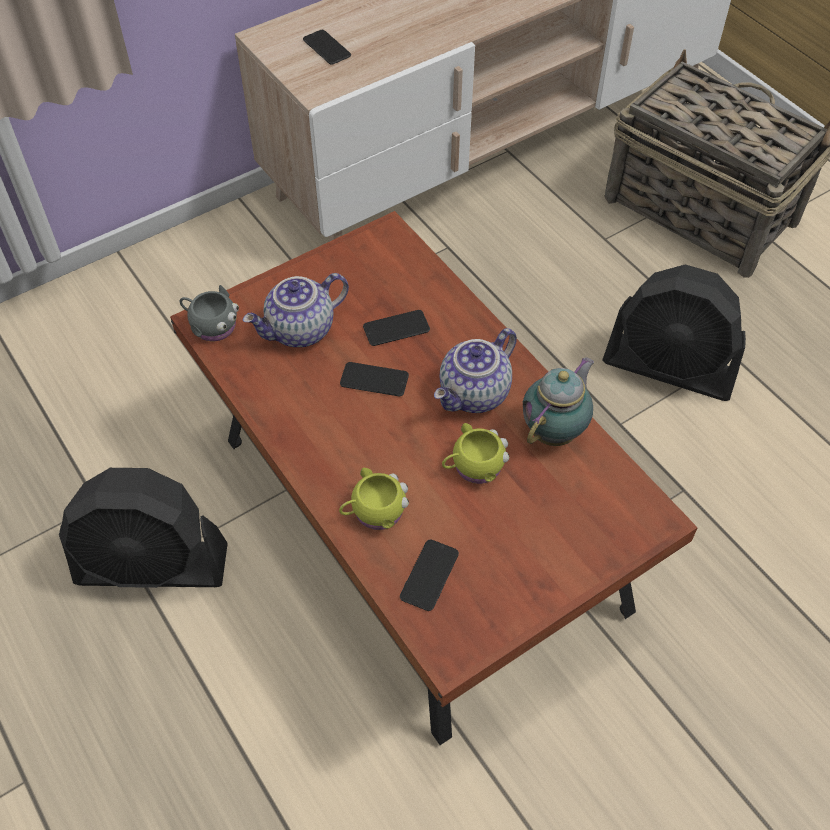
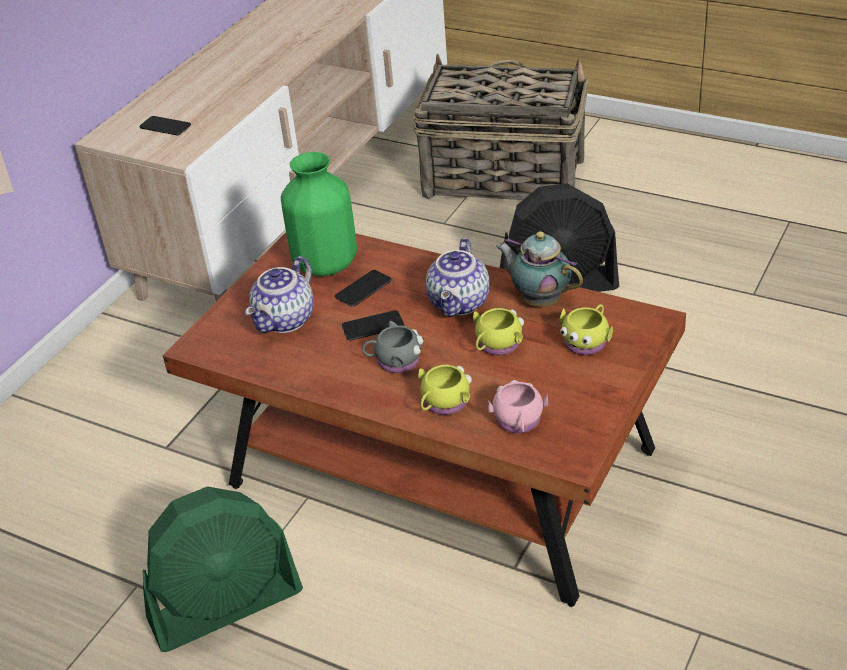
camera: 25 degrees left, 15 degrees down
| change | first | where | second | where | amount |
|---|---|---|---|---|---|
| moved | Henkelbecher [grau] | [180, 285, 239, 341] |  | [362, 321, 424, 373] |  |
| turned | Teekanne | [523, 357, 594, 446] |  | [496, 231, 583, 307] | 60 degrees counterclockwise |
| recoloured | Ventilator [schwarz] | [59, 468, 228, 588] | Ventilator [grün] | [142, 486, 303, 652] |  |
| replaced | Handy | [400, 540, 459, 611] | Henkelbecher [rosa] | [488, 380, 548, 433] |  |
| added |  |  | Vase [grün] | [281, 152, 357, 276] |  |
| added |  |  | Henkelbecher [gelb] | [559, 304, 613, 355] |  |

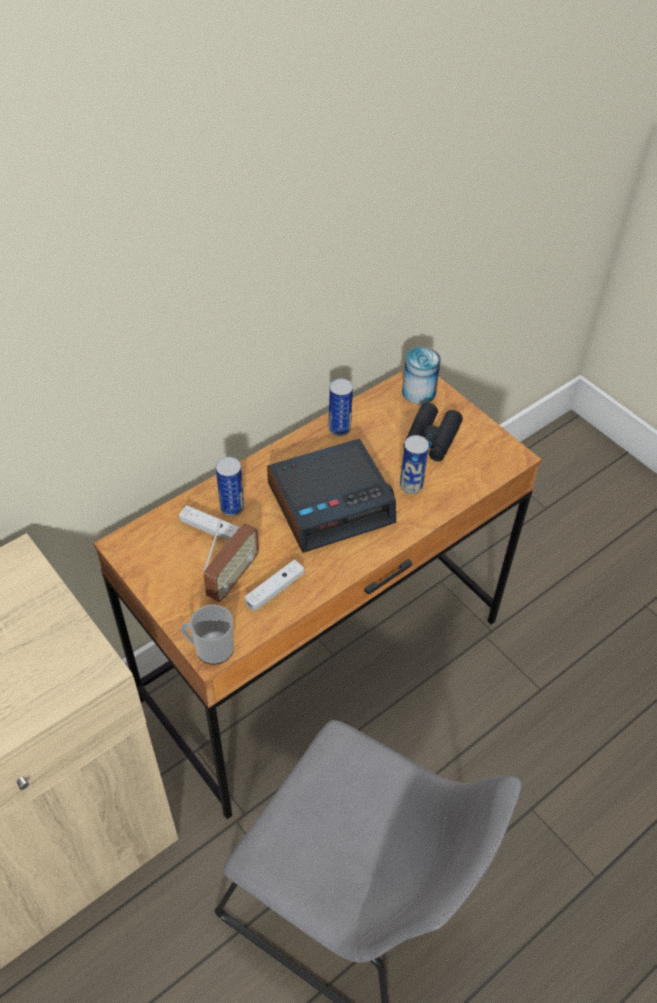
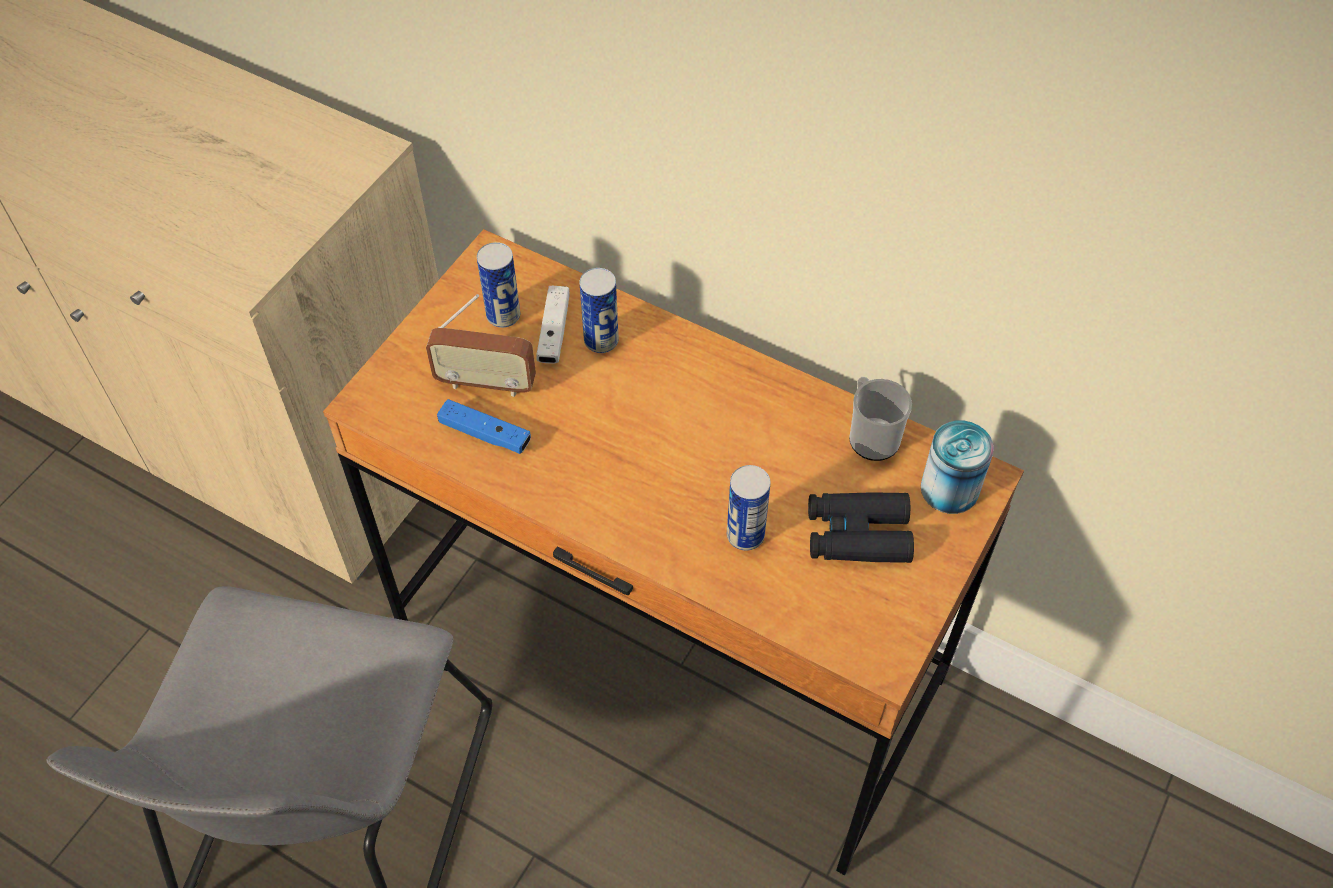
camera: 70 degrees right, 5 degrees up
| change | first | where | second | where | amount |
|---|---|---|---|---|---|
| moved | Dose | [328, 378, 353, 436] |  | [477, 242, 520, 328] |  |
| removed | Wecker | [267, 438, 396, 553] |  |  |  |
| recoloured | Gamepad [weiß] | [244, 560, 305, 611] | Gamepad [blau] | [437, 399, 531, 454] |  |
| moved | Henkelbecher | [180, 604, 234, 665] |  | [849, 376, 912, 461] |  |

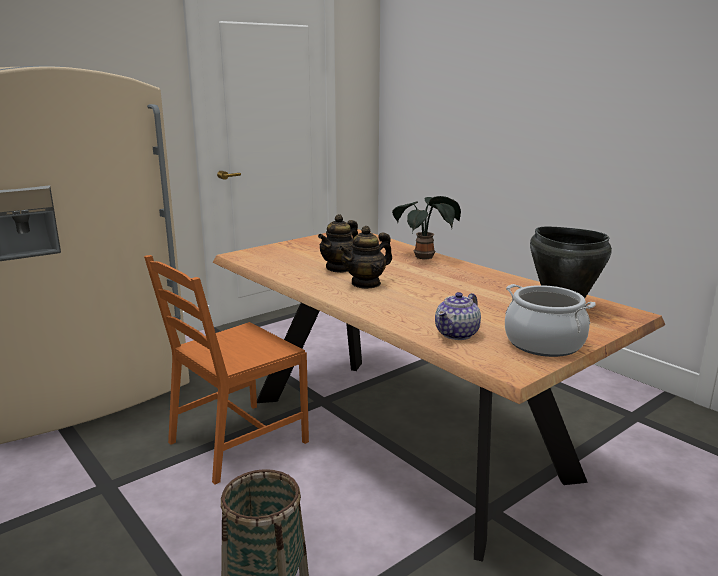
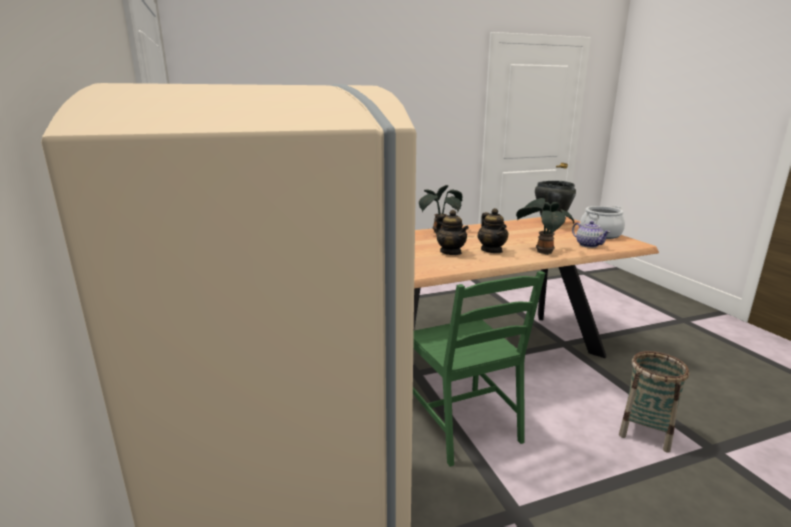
camera: 70 degrees left, 0 degrees up
| change | first | where | second | where | amount |
|---|---|---|---|---|---|
| recoloured | Stuhl [orange] | [144, 255, 309, 484] | Stuhl [grün] | [413, 271, 545, 467] |  |
| added |  |  | Topfpflanze | [516, 198, 575, 255] |  |

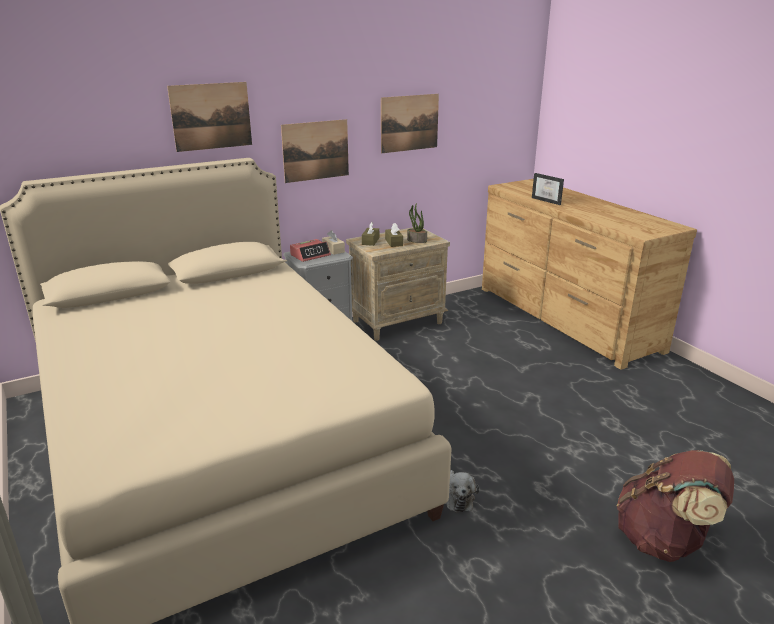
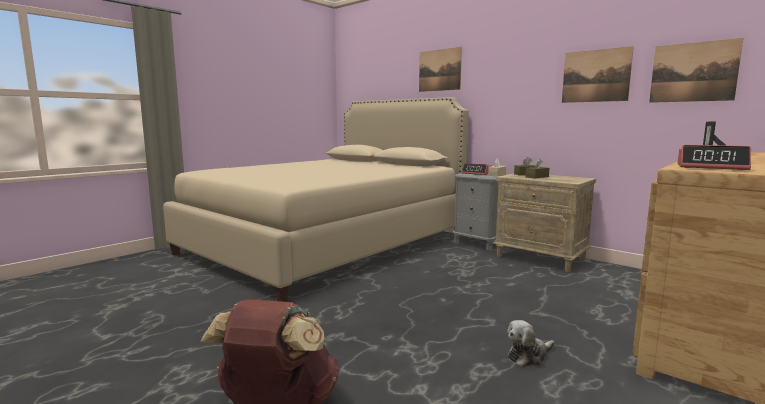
camera: 70 degrees right, 15 degrees down
| change | first | where | second | where | amount |
|---|---|---|---|---|---|
| moved | Bild | [281, 119, 349, 183] |  | [649, 38, 743, 103] |  |
| removed | Topfpflanze | [407, 203, 427, 243] |  |  |  |
| moved | Plüschtier | [445, 470, 479, 512] |  | [507, 320, 555, 367] |  |
| added |  |  | Wecker | [677, 145, 751, 170] |  |

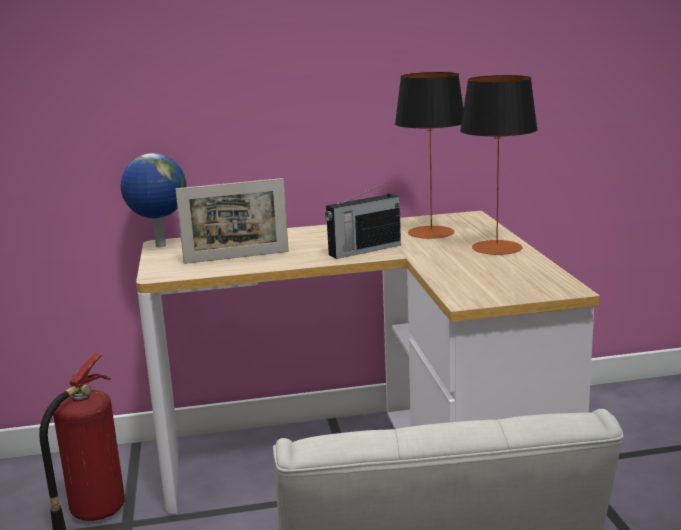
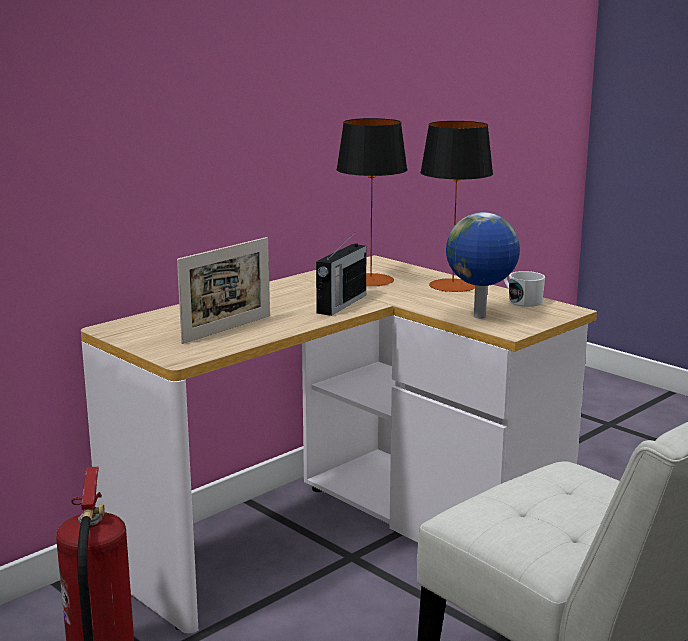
camera: 35 degrees left, 0 degrees up
| change | first | where | second | where | amount |
|---|---|---|---|---|---|
| moved | Globus | [121, 153, 186, 247] |  | [446, 212, 520, 319] |  |
| added |  |  | Henkelbecher [weiß] | [504, 271, 545, 307] |  |

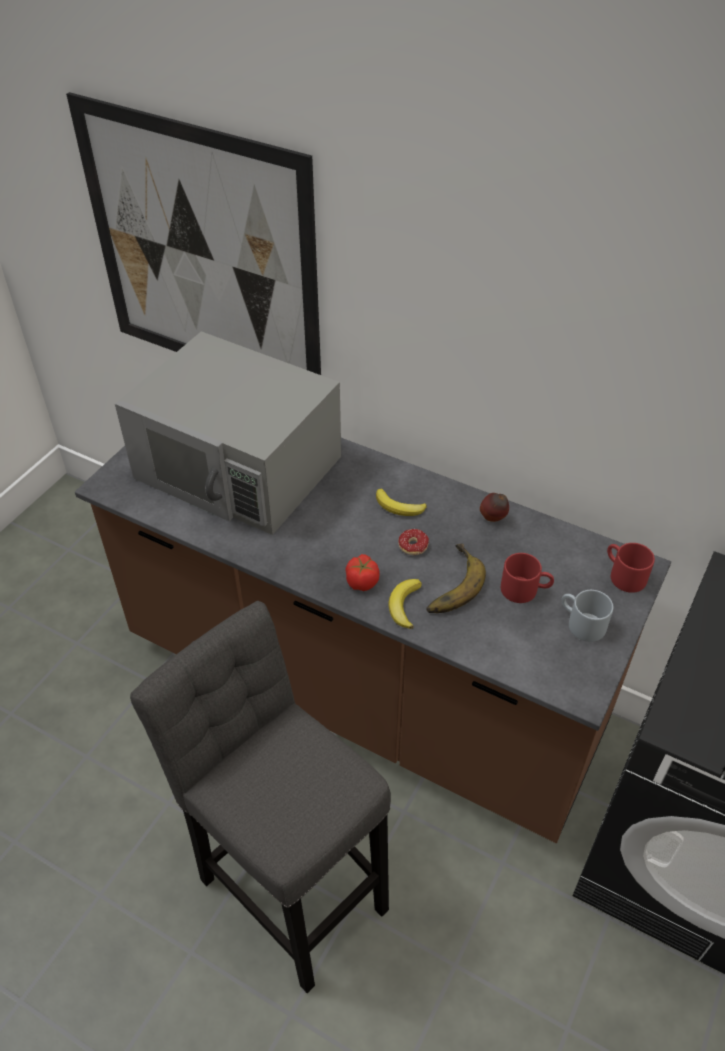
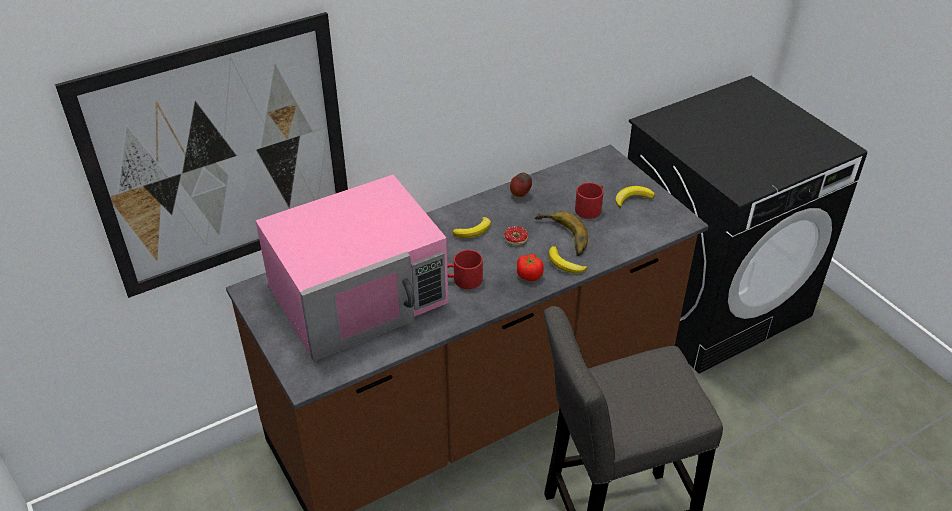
camera: 60 degrees left, 5 degrees down
| change | first | where | second | where | amount |
|---|---|---|---|---|---|
| recoloured | Mikrowelle [grau] | [115, 331, 341, 535] | Mikrowelle [rosa] | [255, 175, 448, 361] |  |
| moved | Henkelbecher [rot] | [607, 543, 655, 593] |  | [447, 250, 483, 289] |  |
| replaced | Henkelbecher [grau] | [561, 590, 613, 642] | Banane | [615, 186, 655, 208] |  |

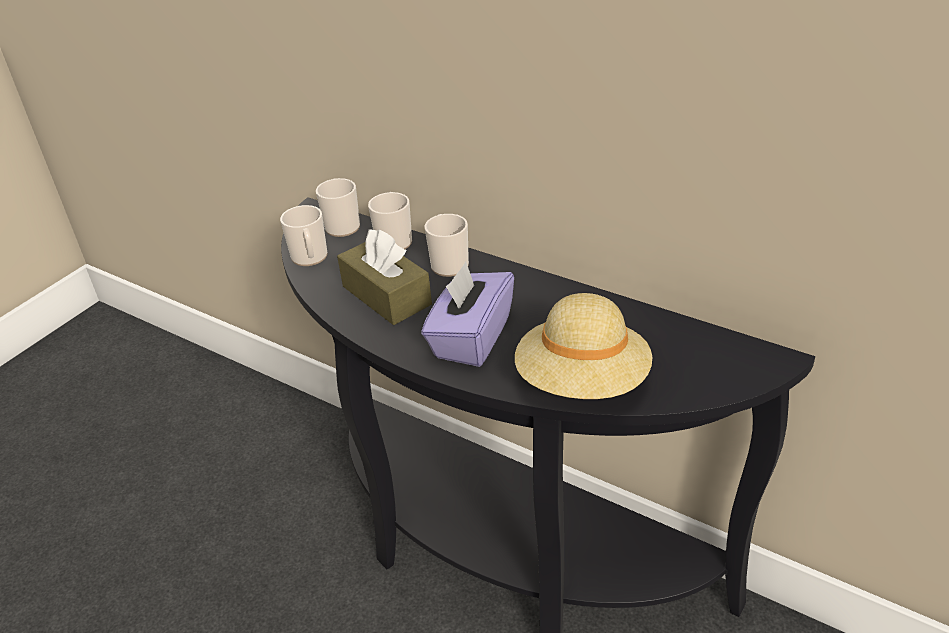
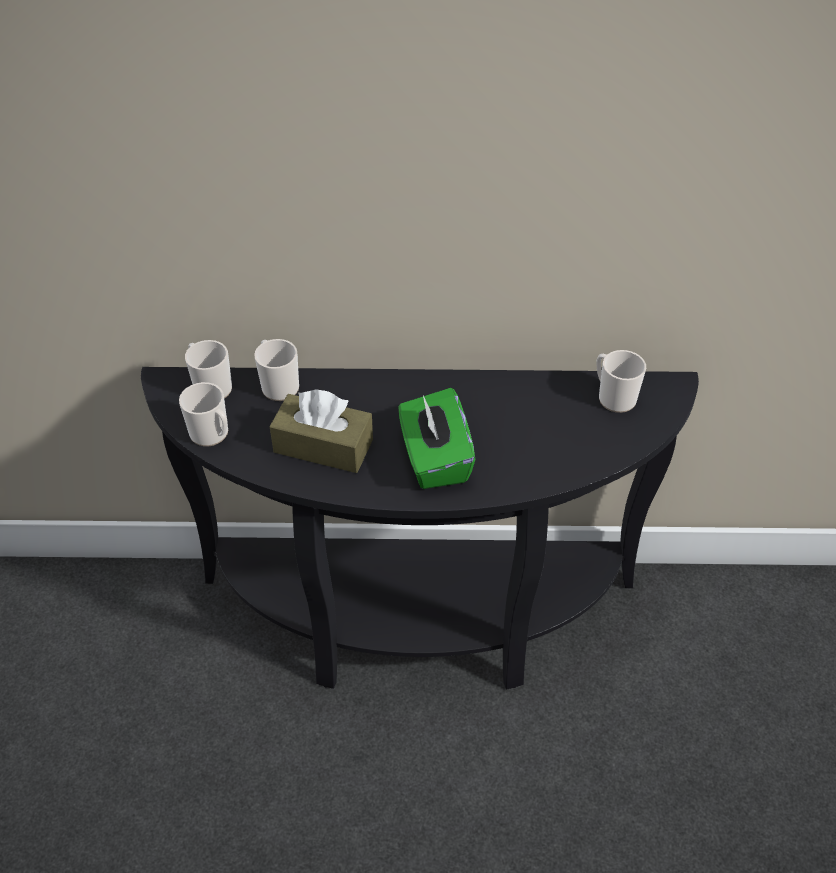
camera: 35 degrees left, 10 degrees up
| change | first | where | second | where | amount |
|---|---|---|---|---|---|
| moved | Henkelbecher | [424, 214, 469, 277] |  | [596, 350, 646, 413] |  |
| recoloured | Taschentuchbox [lila] | [421, 261, 514, 367] | Taschentuchbox [grün] | [398, 388, 476, 489] |  |
| removed | Hut [beige] | [515, 293, 653, 399] |  |  |  |

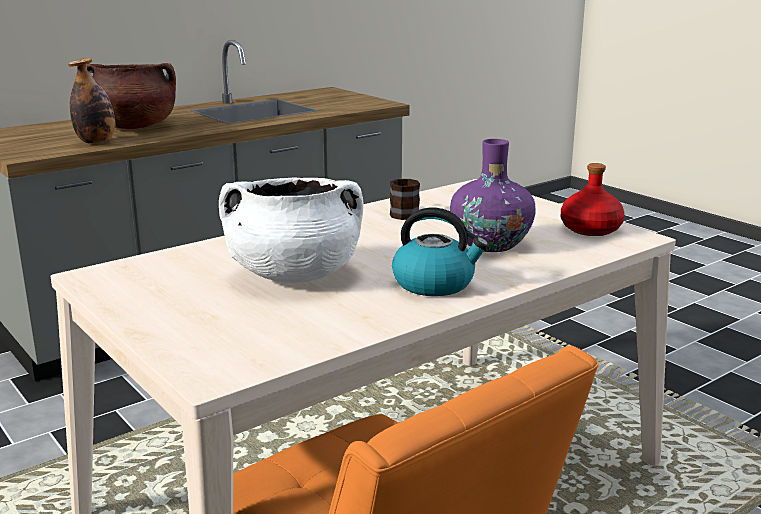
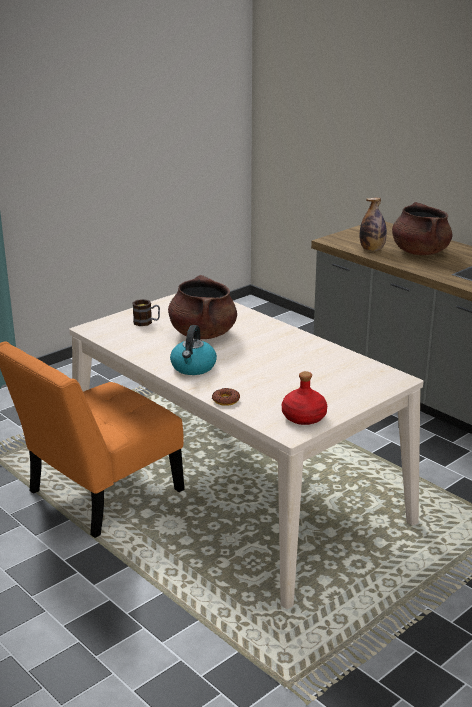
camera: 85 degrees right, 5 degrees up
| change | first | where | second | where | amount |
|---|---|---|---|---|---|
| removed | Vase [lila] | [450, 139, 536, 252] |  |  |  |
| recoloured | Kochtopf [weiß] | [219, 177, 364, 283] | Kochtopf [braun] | [168, 275, 237, 339] |  |
| moved | Henkelbecher | [390, 179, 420, 220] |  | [132, 299, 160, 326] |  |
| added |  |  | Donut | [212, 388, 240, 406] |  |

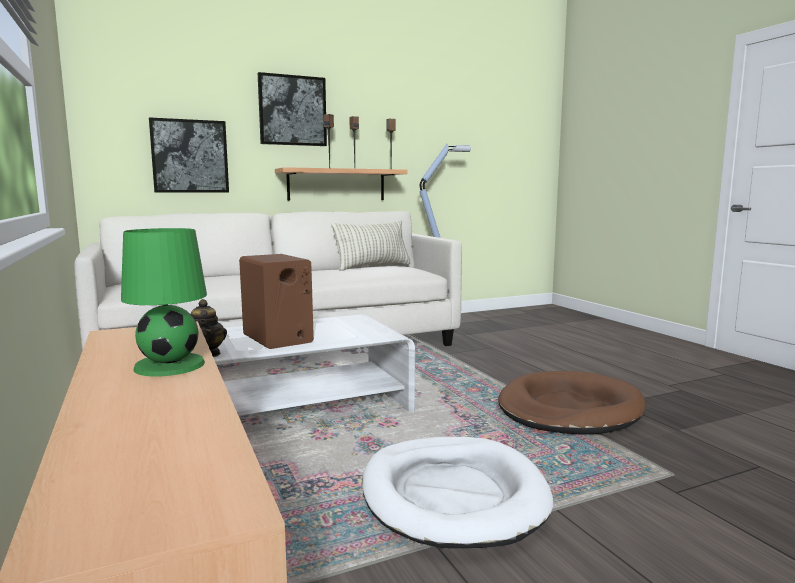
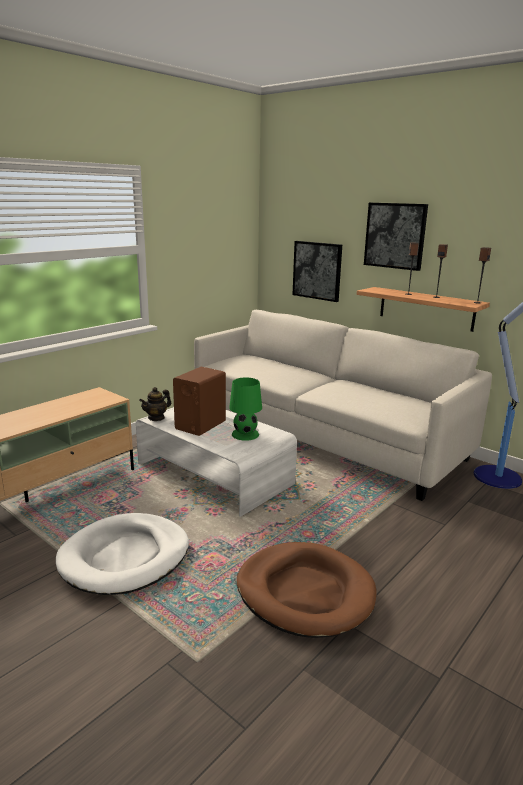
camera: 65 degrees right, 10 degrees up
| change | first | where | second | where | amount |
|---|---|---|---|---|---|
| removed | Kissen | [331, 220, 411, 271] |  |  |  |
| moved | Tischlampe [grün] | [121, 228, 207, 377] |  | [229, 378, 262, 441] |  |

